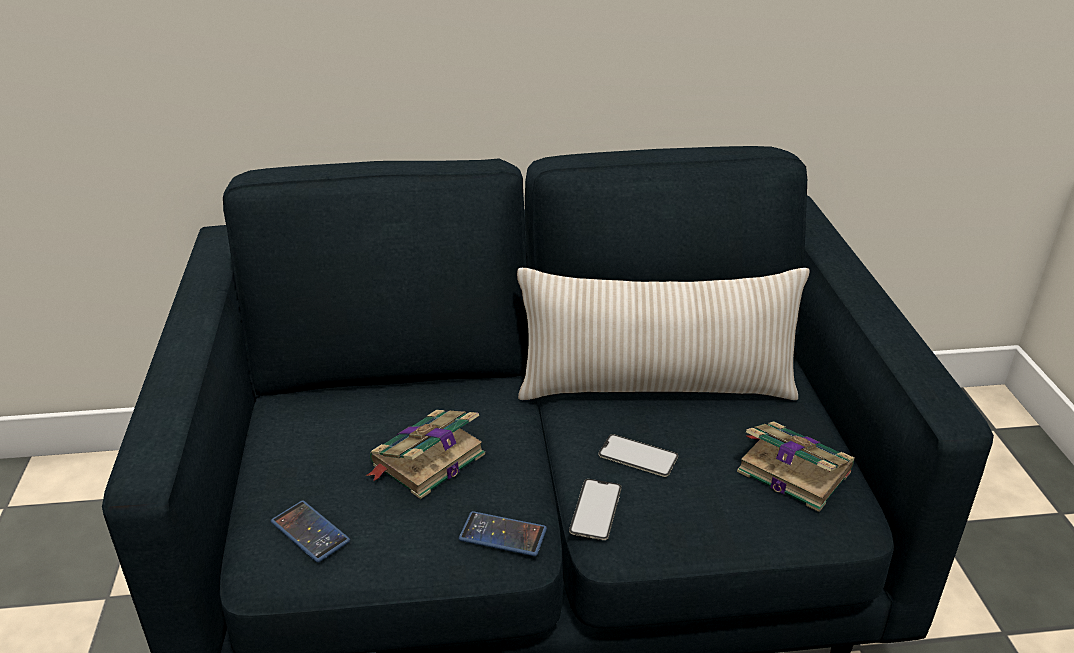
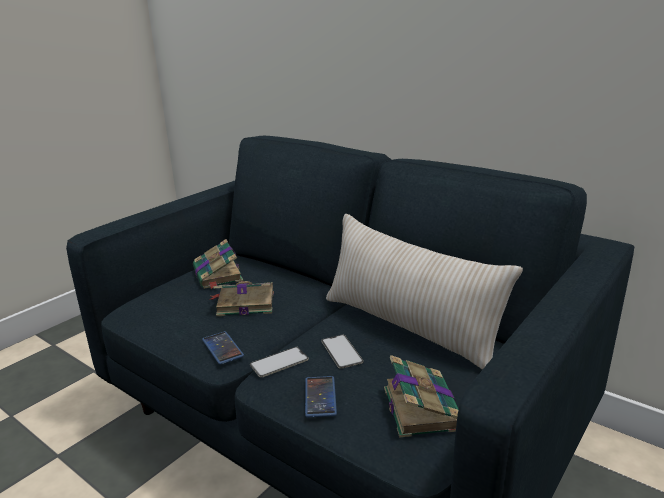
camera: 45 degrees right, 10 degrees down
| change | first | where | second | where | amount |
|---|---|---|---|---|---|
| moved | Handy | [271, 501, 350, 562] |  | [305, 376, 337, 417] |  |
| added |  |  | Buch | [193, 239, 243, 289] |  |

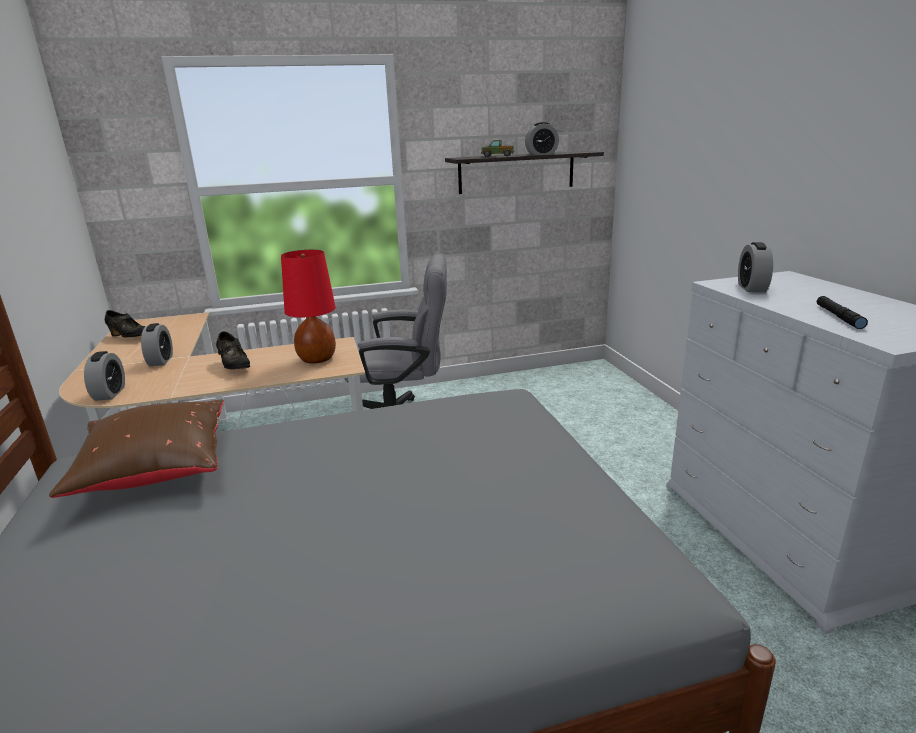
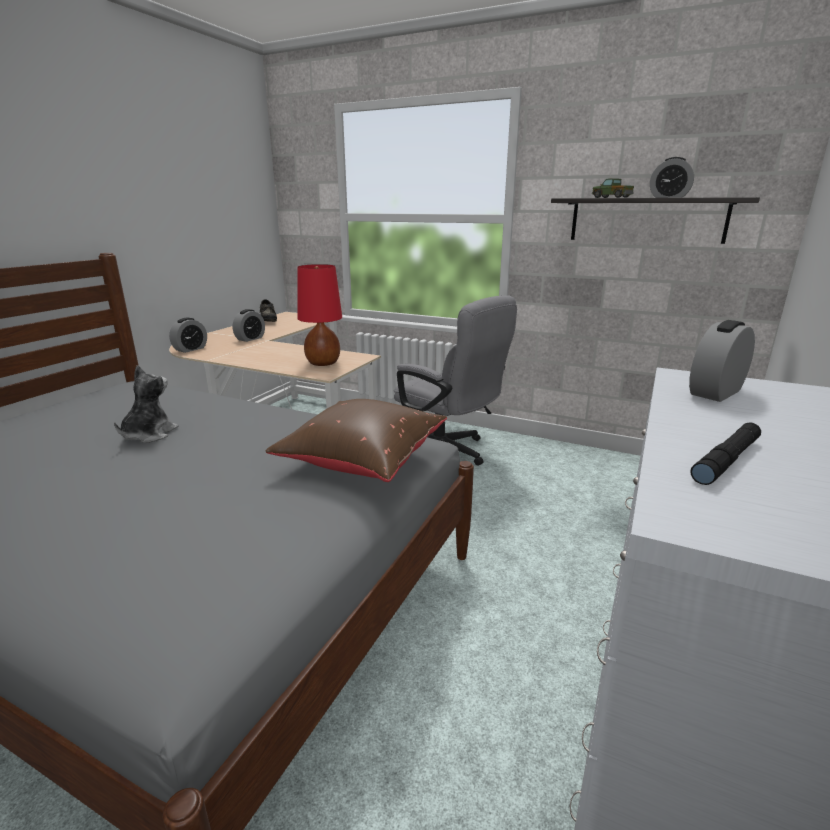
camera: 40 degrees right, 0 degrees up
| change | first | where | second | where | amount |
|---|---|---|---|---|---|
| removed | Schuh [schwarz] | [216, 331, 250, 369] |  |  |  |
| moved | Kissen [braun] | [49, 400, 224, 498] |  | [266, 399, 447, 482] |  |
| added |  |  | Plüschtier | [114, 365, 179, 443] |  |

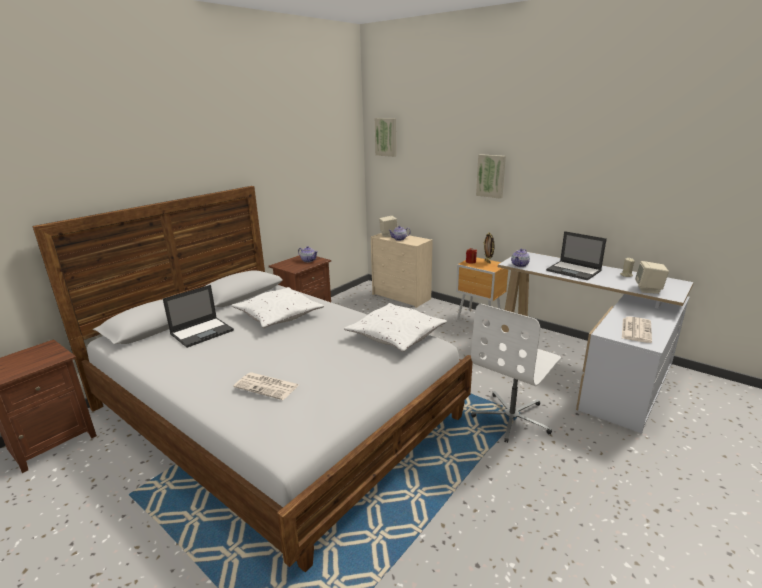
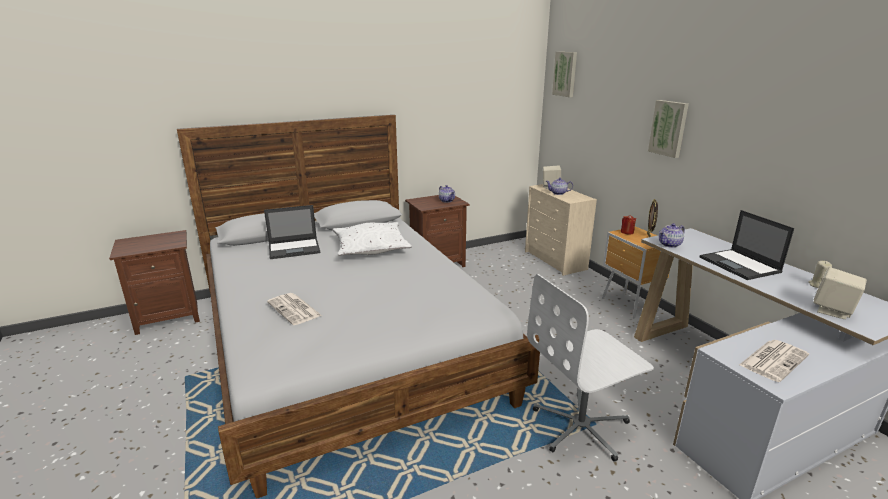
camera: 25 degrees right, 0 degrees up
| change | first | where | second | where | amount |
|---|---|---|---|---|---|
| removed | Kissen [weiß] | [344, 303, 447, 352] |  |  |  |

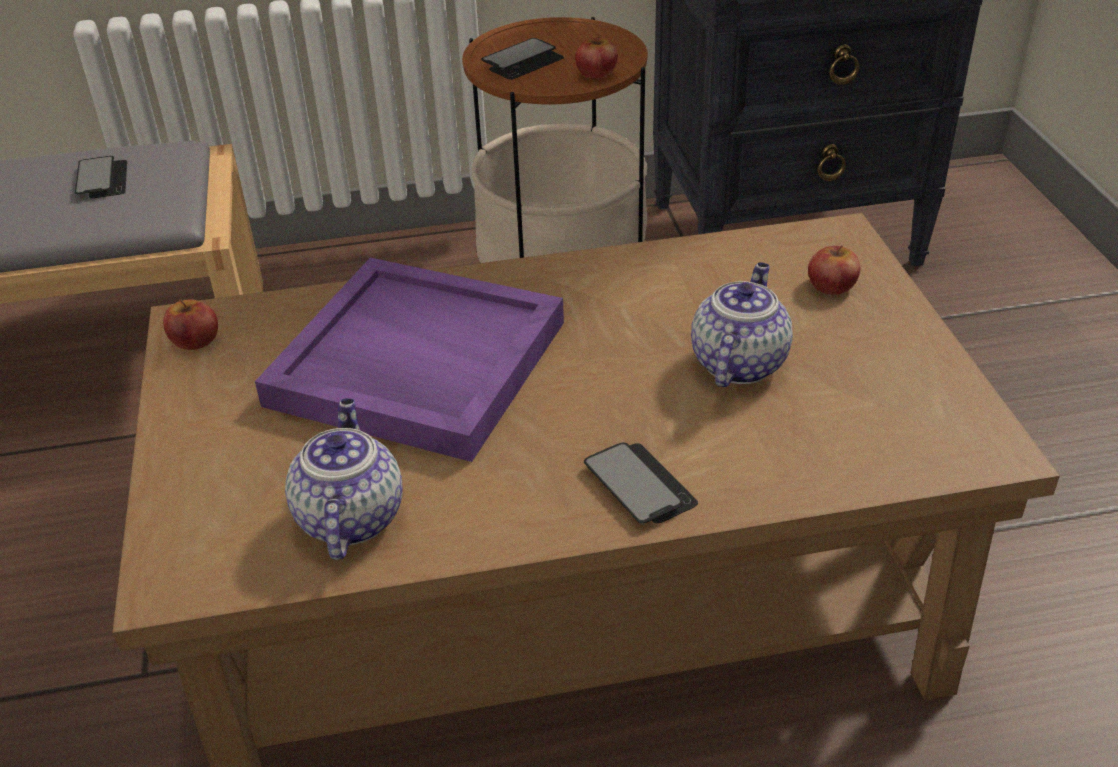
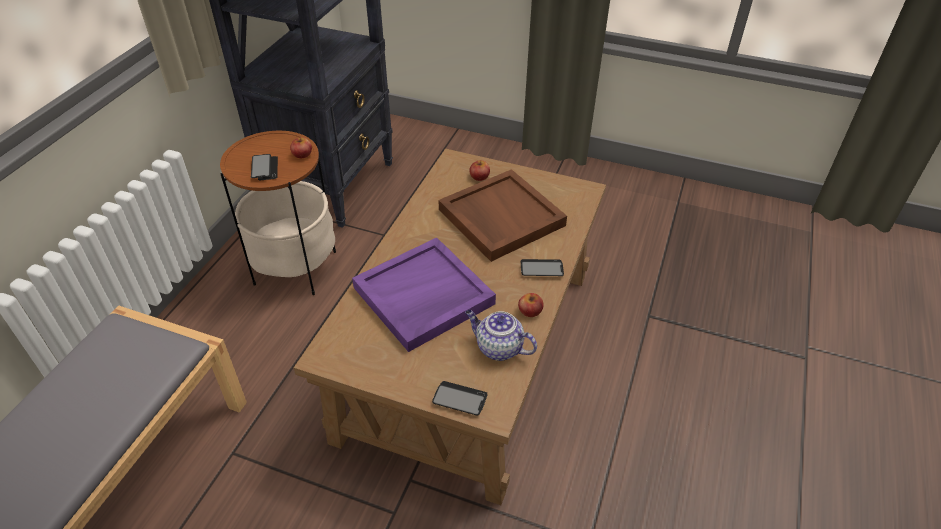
camera: 60 degrees left, 5 degrees up
| change | first | where | second | where | amount |
|---|---|---|---|---|---|
| moved | Handy | [75, 156, 127, 198] |  | [432, 381, 488, 416] |  |
| replaced | Teekanne | [691, 262, 793, 387] | Tablett [braun] | [438, 169, 567, 262] |  |
| moved | Apfel | [163, 299, 218, 350] |  | [518, 293, 544, 317] |  |

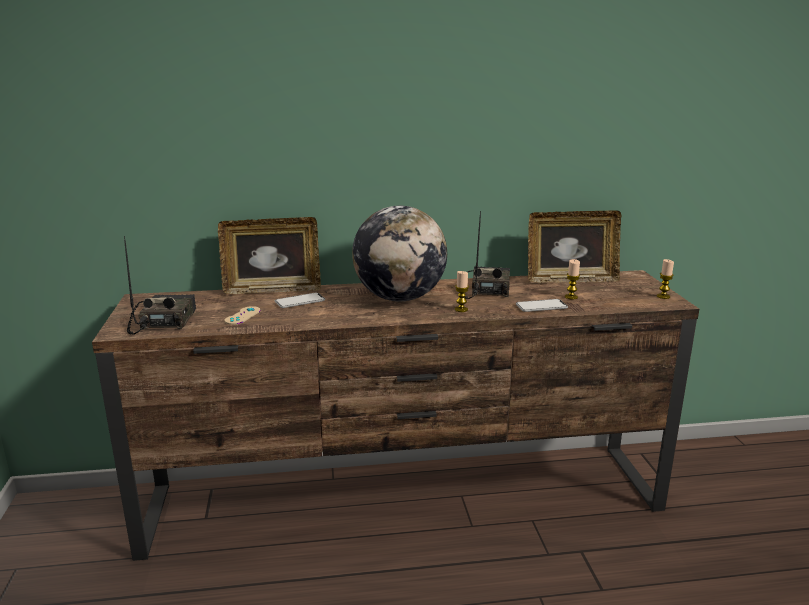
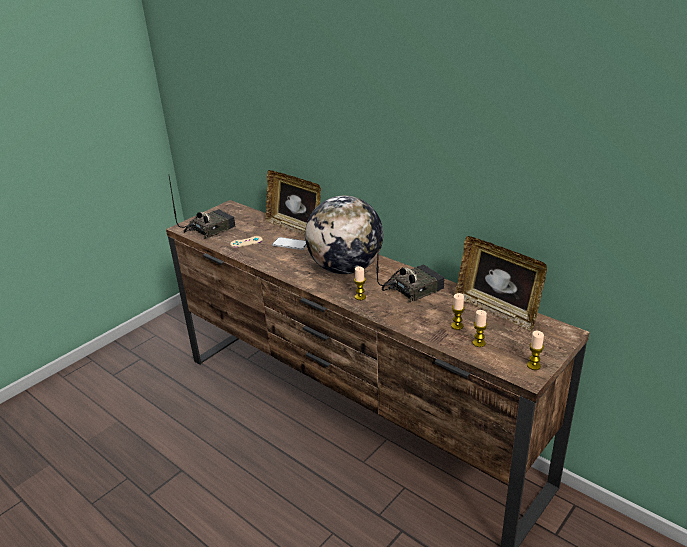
camera: 50 degrees right, 10 degrees up
| change | first | where | second | where | amount |
|---|---|---|---|---|---|
| removed | Handy | [516, 299, 568, 312] |  |  |  |
| added |  |  | Kerze | [473, 310, 487, 347] |  |

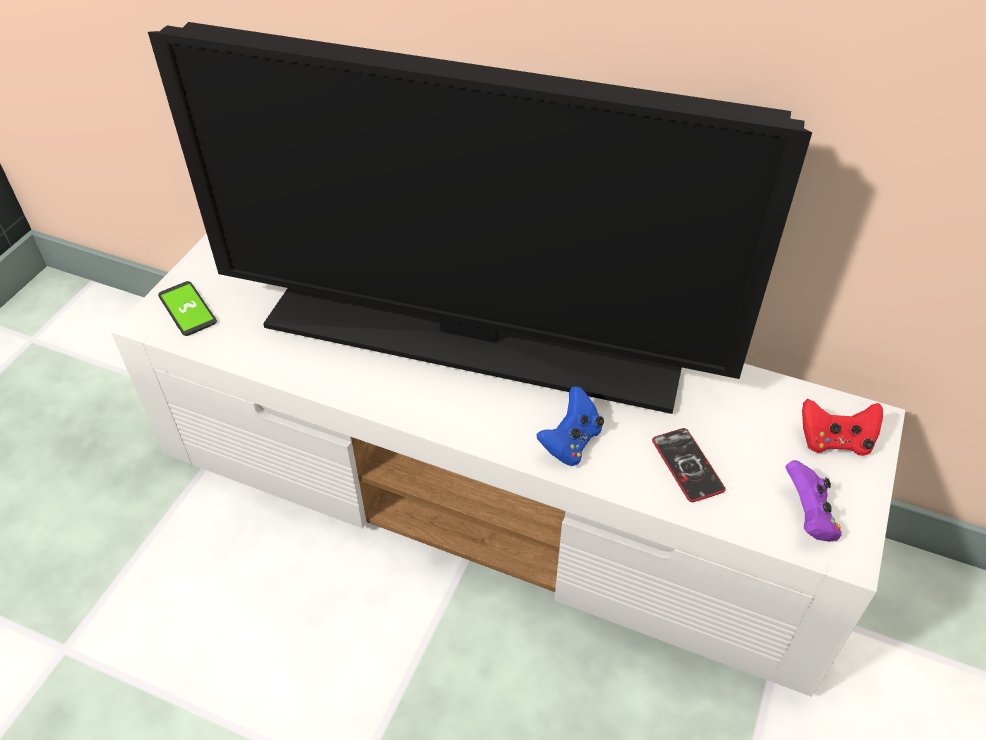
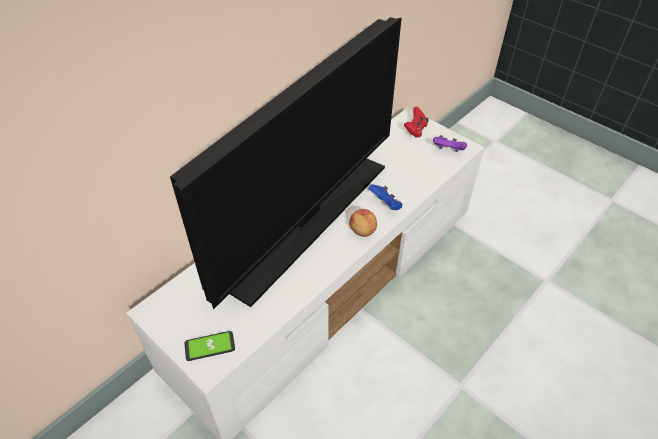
camera: 70 degrees left, 0 degrees up
| change | first | where | second | where | amount |
|---|---|---|---|---|---|
| removed | Handy | [652, 428, 725, 502] |  |  |  |
| added |  |  | Apfel | [349, 209, 377, 237] |  |

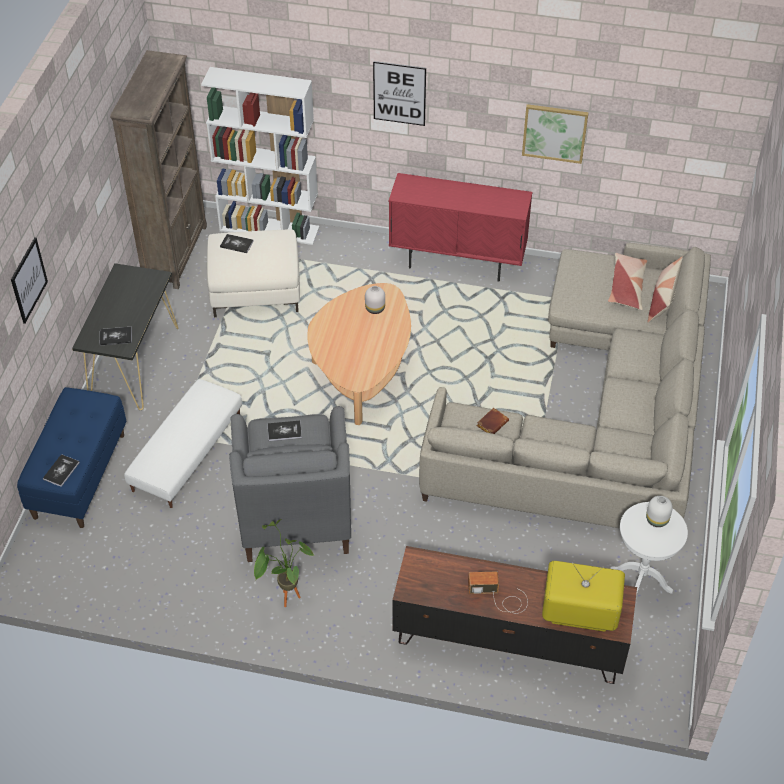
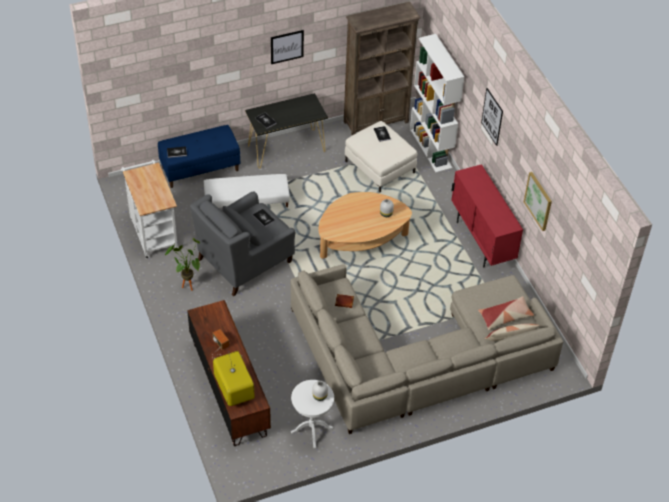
camera: 55 degrees right, 0 degrees up
| change | first | where | second | where | amount |
|---|---|---|---|---|---|
| moved | Bild | [11, 237, 48, 324] |  | [271, 30, 304, 64] |  |
| added |  |  | Rollwagen [weiß] | [121, 160, 179, 259] |  |

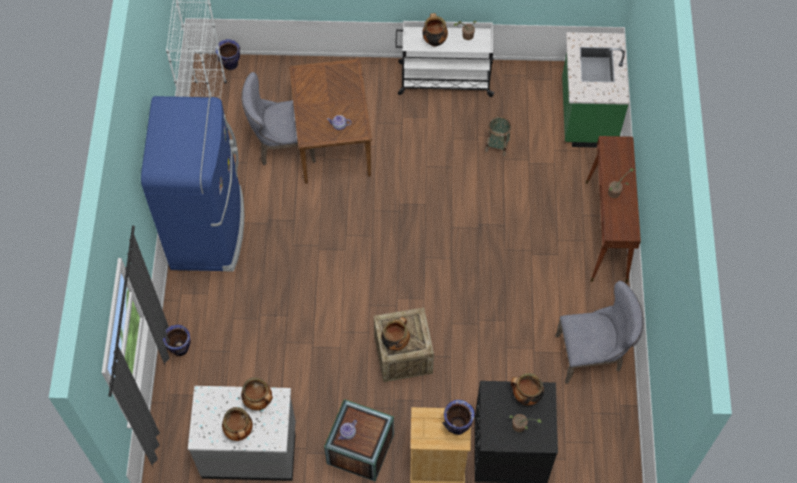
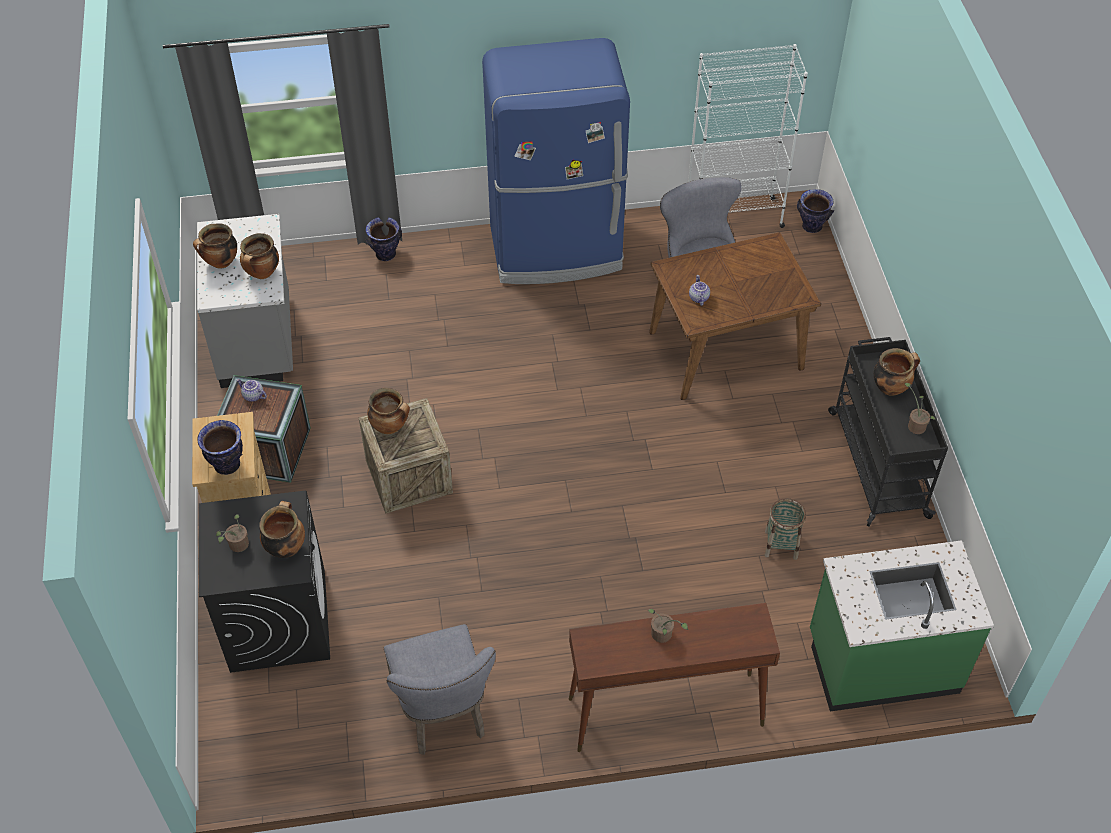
camera: 80 degrees right, 10 degrees down
| change | first | where | second | where | amount |
|---|---|---|---|---|---|
| recoloured | Rollwagen [weiß] | [395, 21, 495, 97] | Rollwagen [schwarz] | [828, 337, 948, 527] |  |

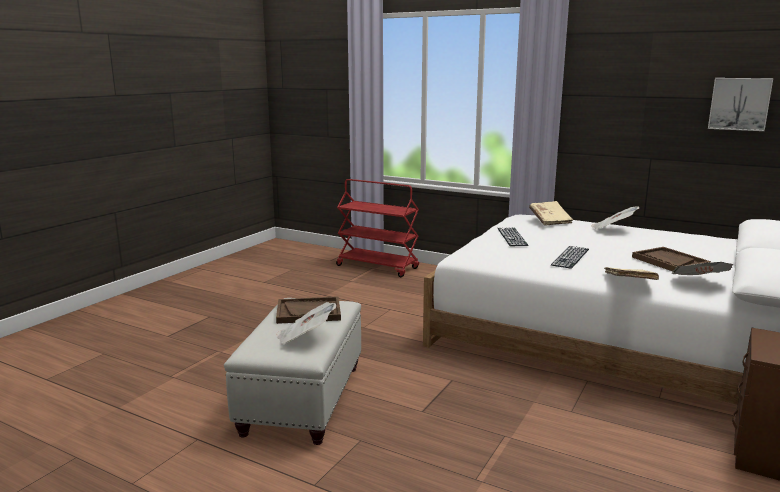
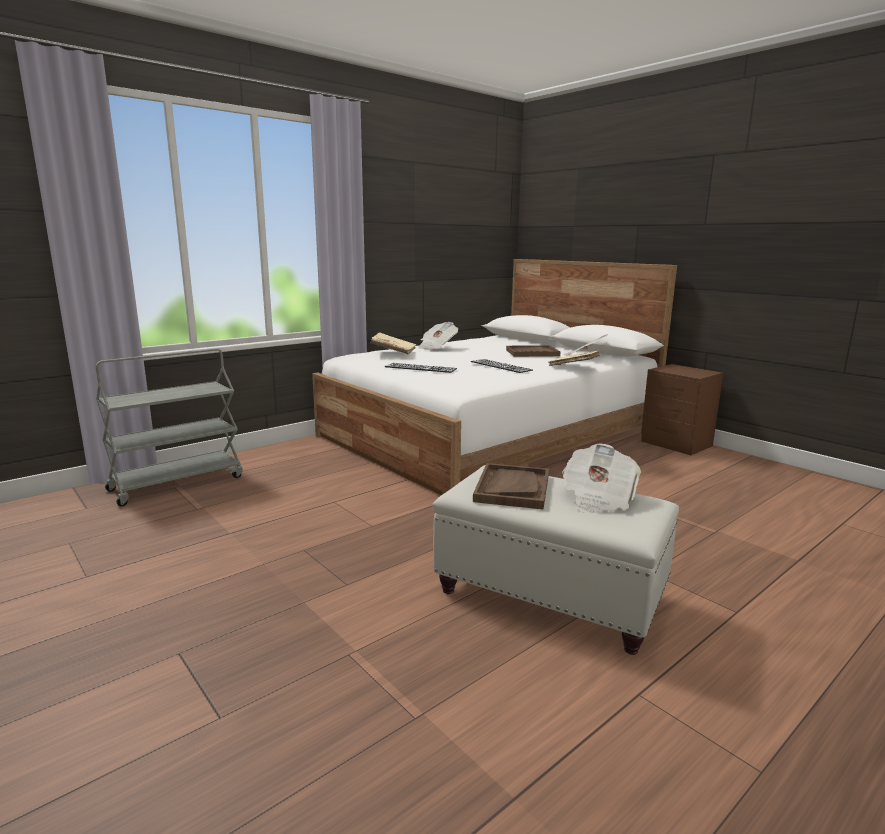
camera: 70 degrees left, 0 degrees up
| change | first | where | second | where | amount |
|---|---|---|---|---|---|
| removed | Bild | [708, 78, 773, 131] |  |  |  |
| recoloured | Rollwagen [rot] | [336, 179, 419, 277] | Rollwagen [grau] | [96, 348, 243, 506] |  |

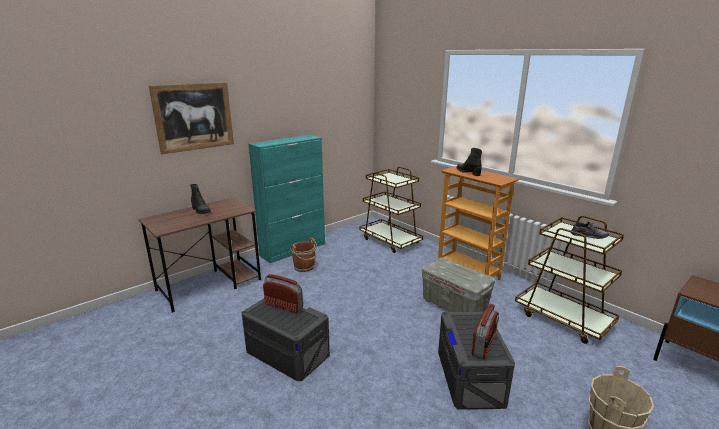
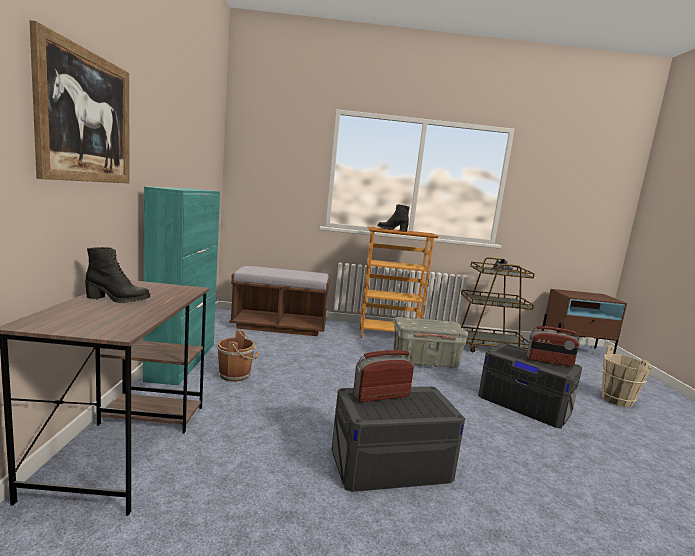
camera: 50 degrees left, 10 degrees down
| change | first | where | second | where | amount |
|---|---|---|---|---|---|
| replaced | Rollwagen [braun] | [359, 167, 423, 253] | Bank [braun] | [229, 266, 331, 336] |  |
| turned | Radio | [472, 304, 499, 359] |  | [527, 326, 580, 367] | 120 degrees clockwise |

